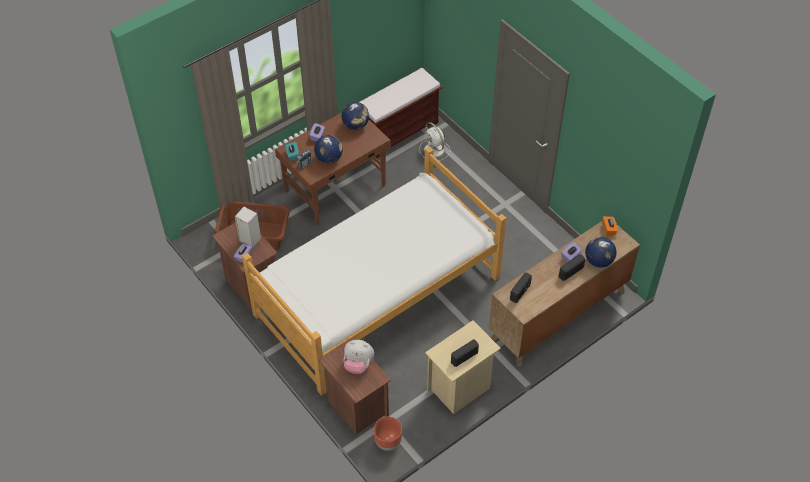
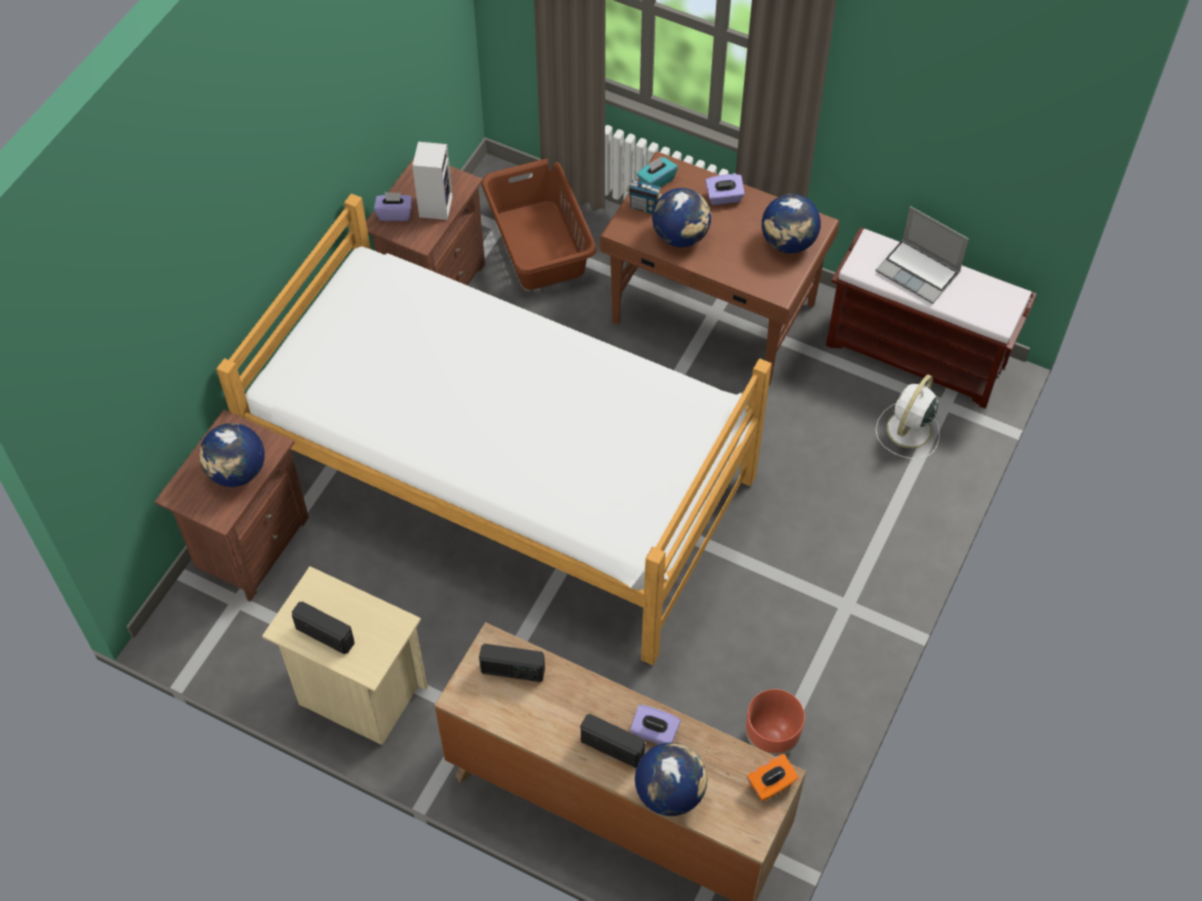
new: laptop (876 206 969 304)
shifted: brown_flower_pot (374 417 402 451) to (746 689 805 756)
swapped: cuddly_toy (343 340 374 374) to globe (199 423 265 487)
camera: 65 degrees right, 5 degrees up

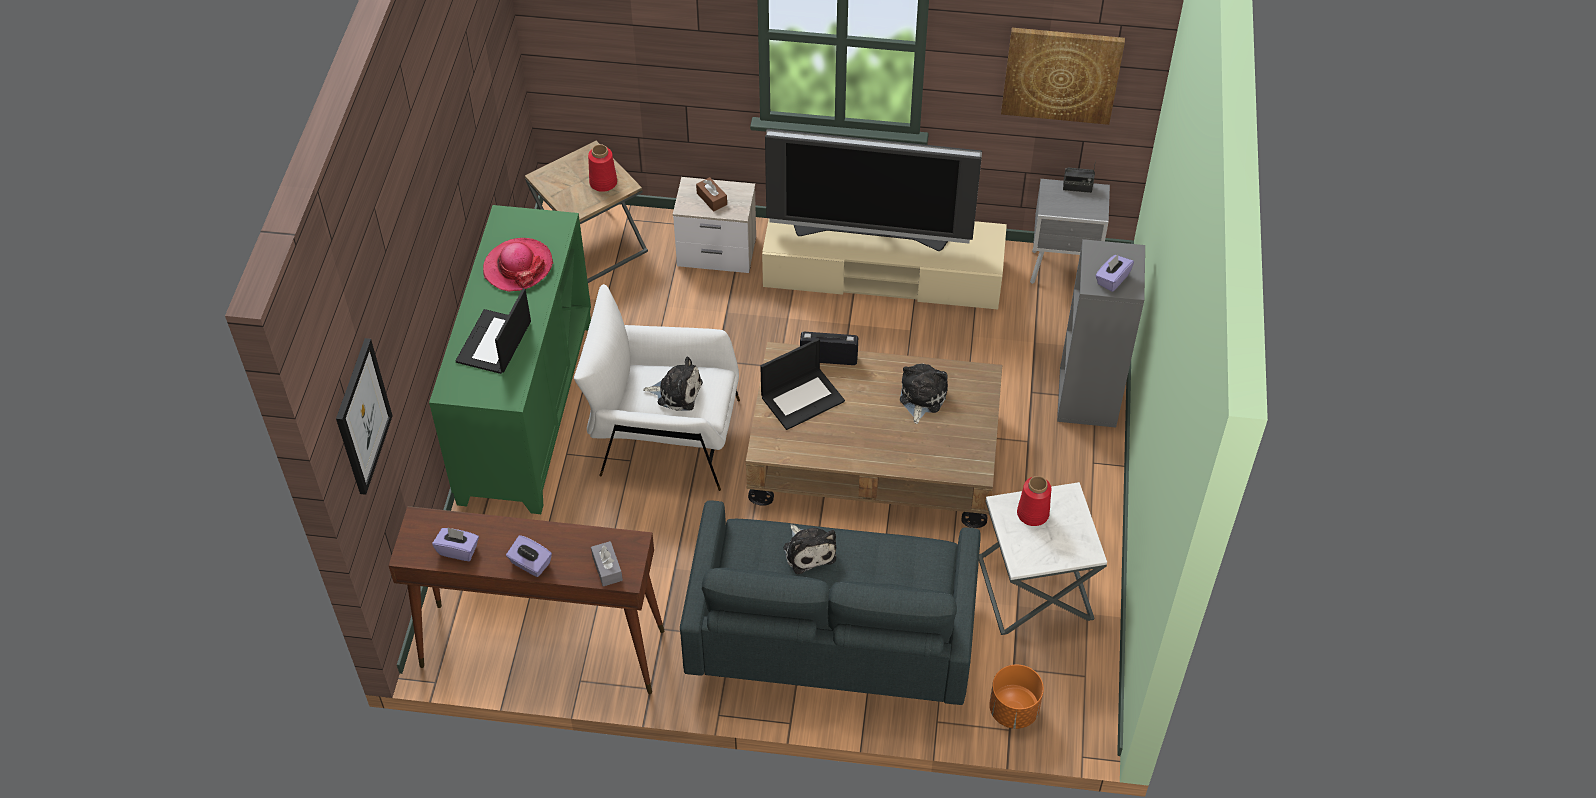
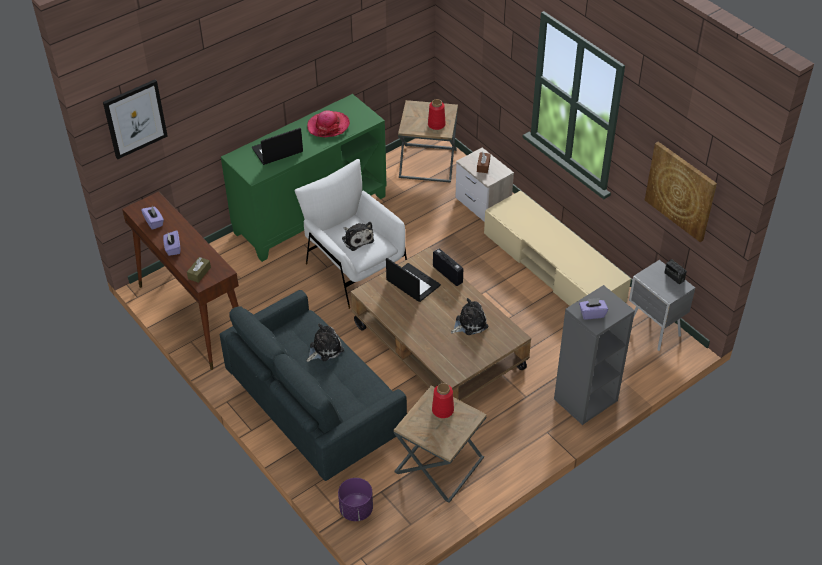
gone: TV_set (765 129 982 251)
repainted: grey_box_of_tissues (591 541 623 586) to brown_box_of_tissues (187 257 211 283); whitish_accent_table (979 482 1107 635) to brown_accent_table (394 386 487 503); orange_flower_pot (989 664 1044 729) to purple_flower_pot (338 478 373 521)
rotated: laptop (760 338 845 430) = (386 258 441 302) 150 degrees counterclockwise; cuddly_toy (783 524 837 574) = (307 323 344 362) 150 degrees counterclockwise
camera: 45 degrees right, 5 degrees down

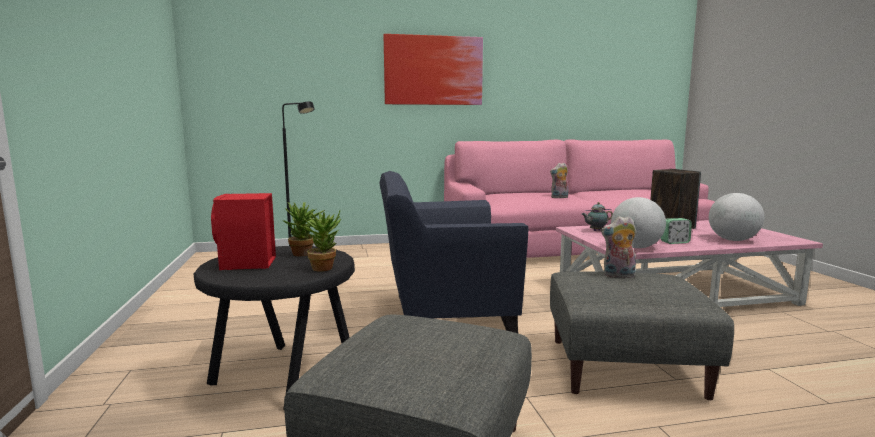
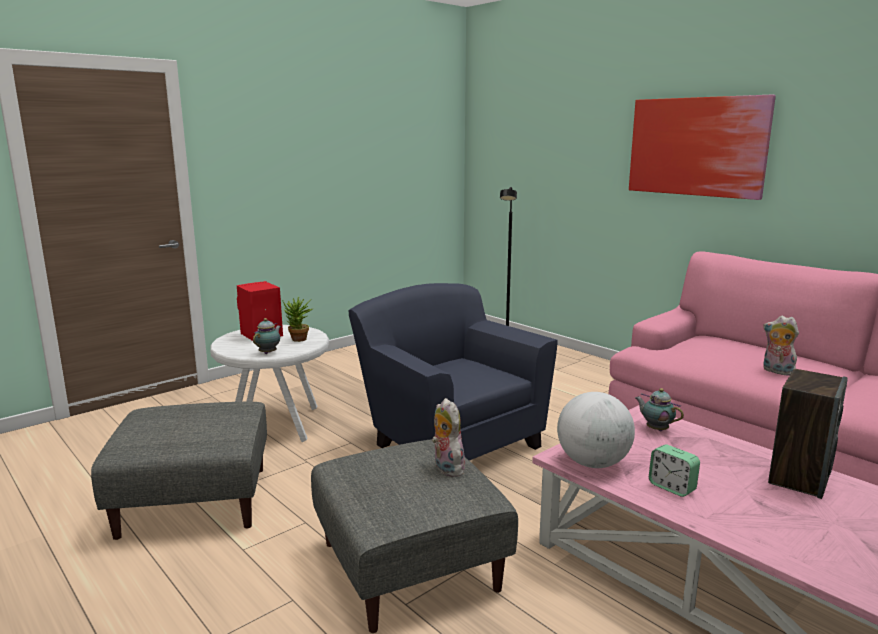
gone: globe (709 193 764 241)
swapped: potted_plant (299 210 341 272) to pot_for_tea (253 318 281 354)
repainted: blackish_accent_table (194 246 355 410) to whitish_accent_table (210 325 329 442)
camera: 60 degrees right, 5 degrees up

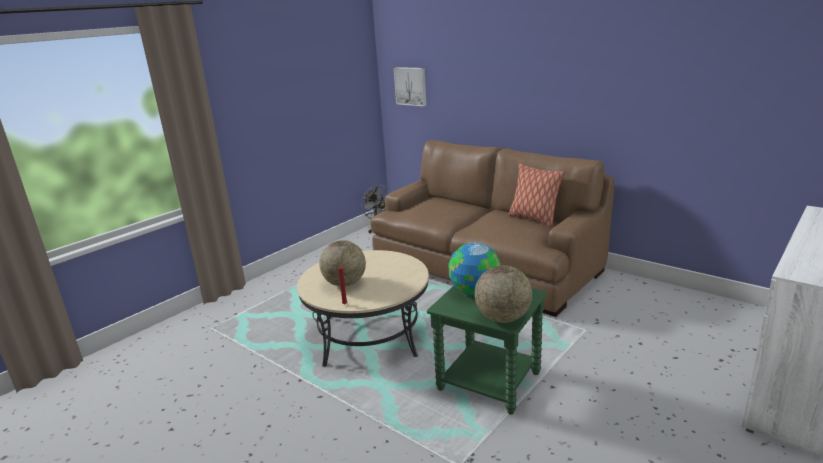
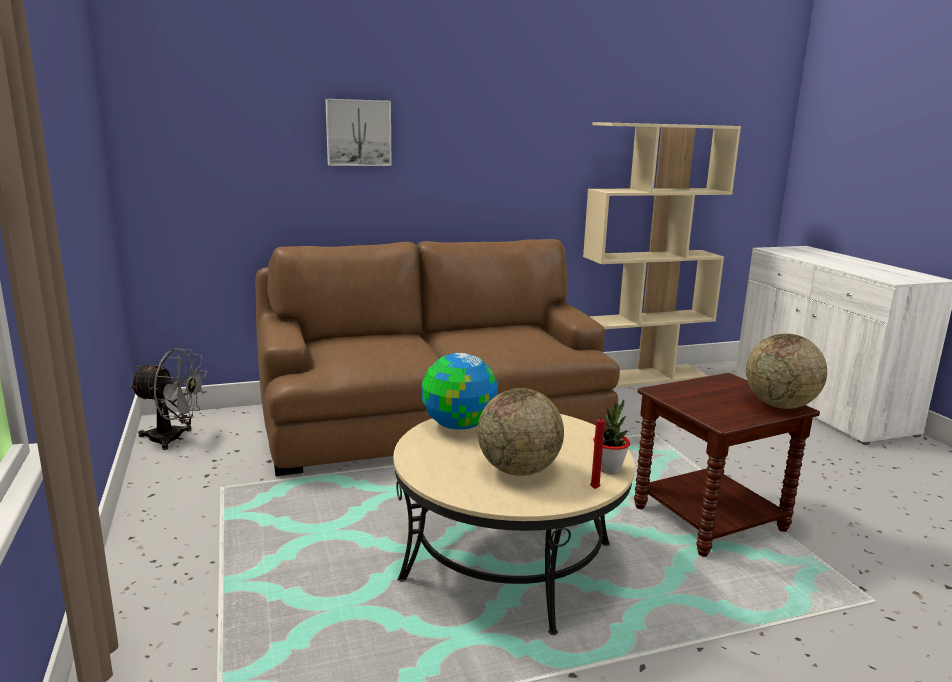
gone: throw_pillow (508 163 565 227)
new: beige-coloured_bookcase (583 122 741 387); potted_plant (593 400 630 474)
shifted: picture (394 67 427 107) to (325 99 391 166); globe (449 243 501 295) to (422 353 498 430)
repainted: green_accent_table (427 286 547 415) to brown_accent_table (634 373 820 557)
camera: 60 degrees left, 5 degrees down

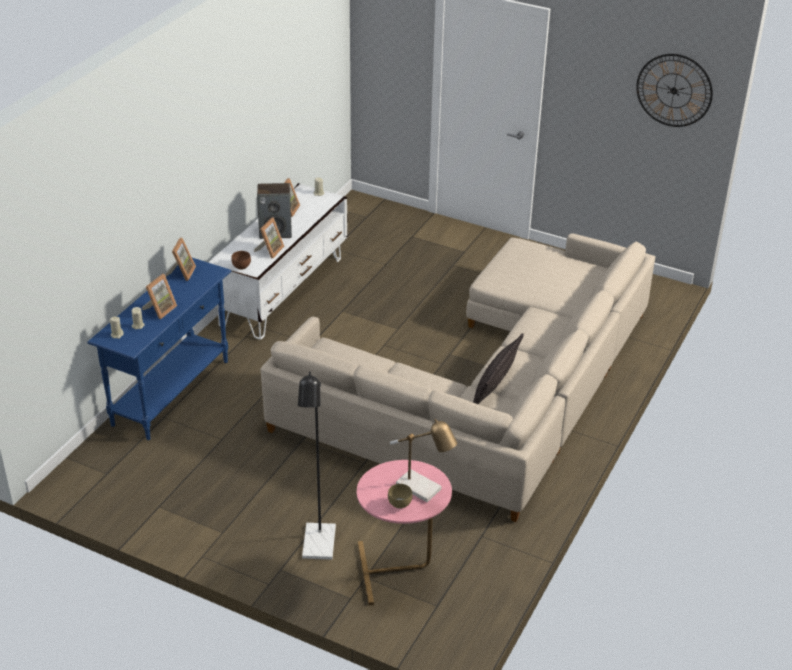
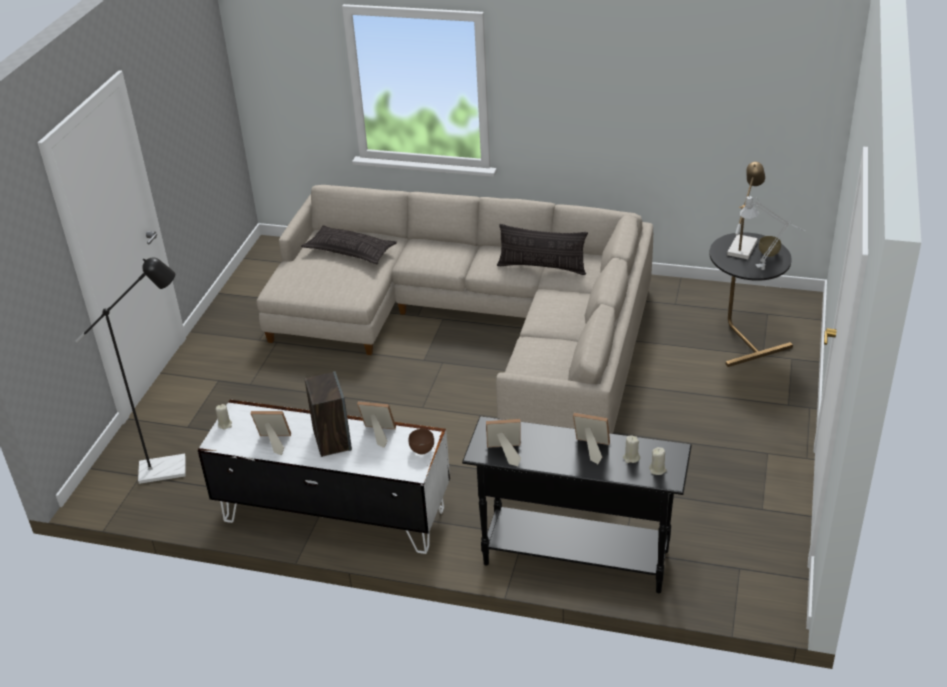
gone: wall_clock (636 54 713 127)
new: throw_pillow (301 225 397 264); grey_lamp_for_a_table (740 196 805 270)
shifted: blackish_standing_lamp (298 372 336 560) to (75 258 186 484)
repainted: bluish_narrow_table (87 258 231 440) to blackish_narrow_table (462 416 692 593); pink-coloured_accent_table (357 460 452 605) to blackish_accent_table (709 232 793 367)
camera: 100 degrees left, 0 degrees up

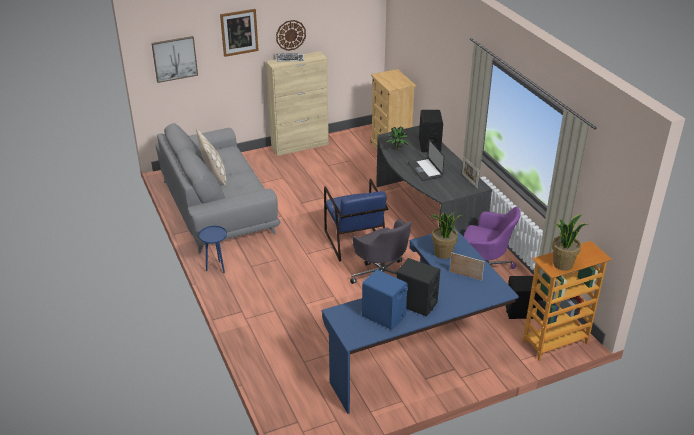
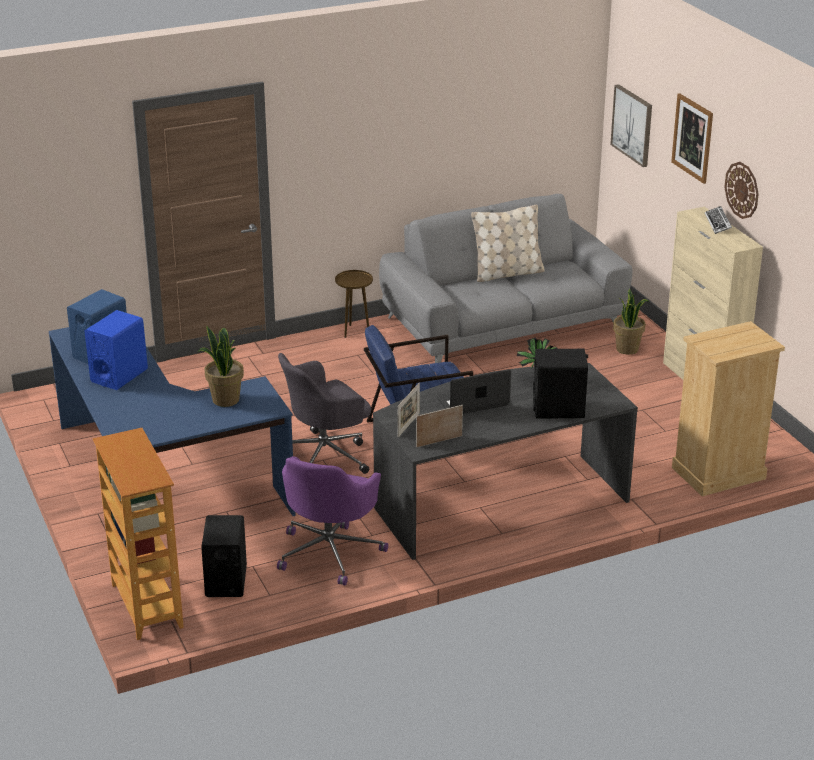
shifted: picture_frame (450 252 484 281) to (398 383 420 437); potted_plant (552 214 588 271) to (613 289 650 355)
repainted: bluish_accent_table (199 226 227 273) to brown_accent_table (335 270 373 338); blackish_speaker (395 258 440 316) to bluish_speaker (84 310 148 390)
camera: 90 degrees right, 5 degrees down

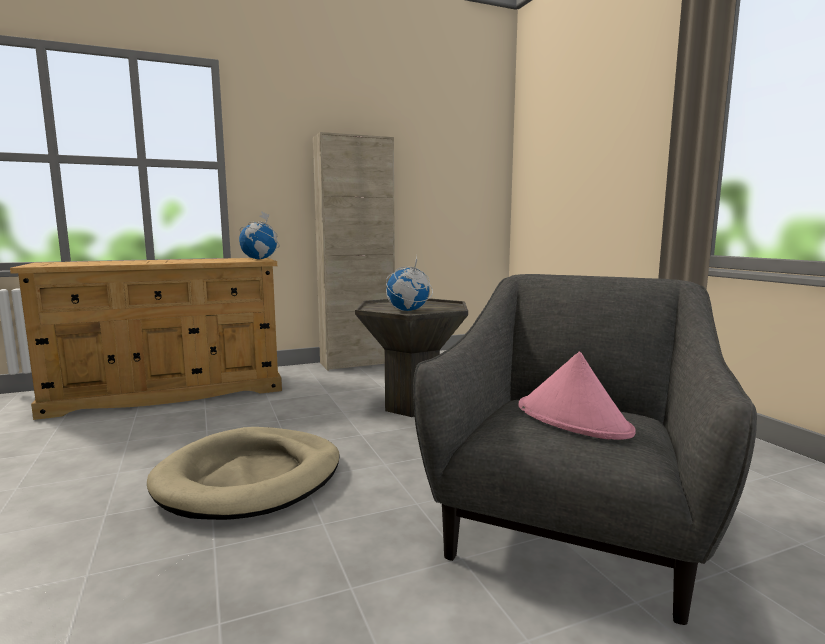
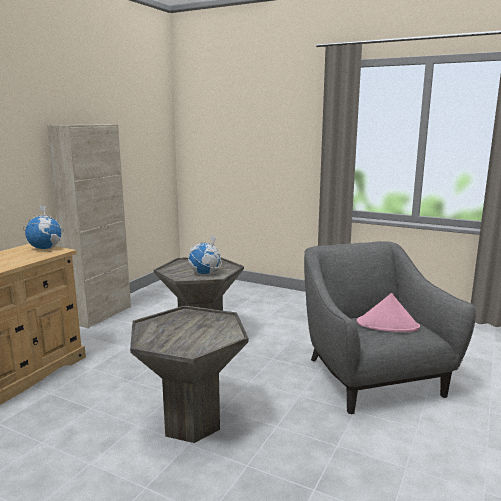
swapped: beige-coloured_dog_bed (147 427 340 520) to grey_accent_table (130 306 248 443)
camera: 40 degrees left, 5 degrees up

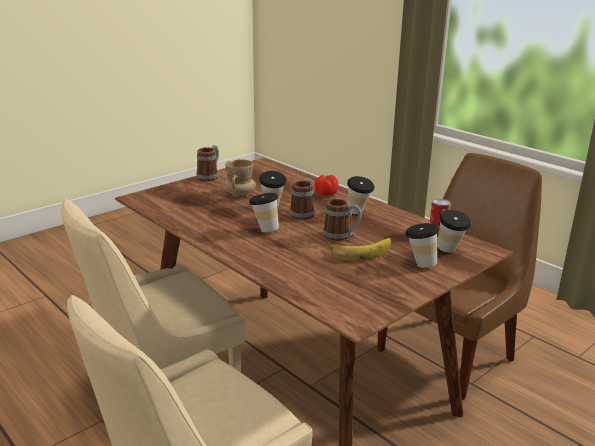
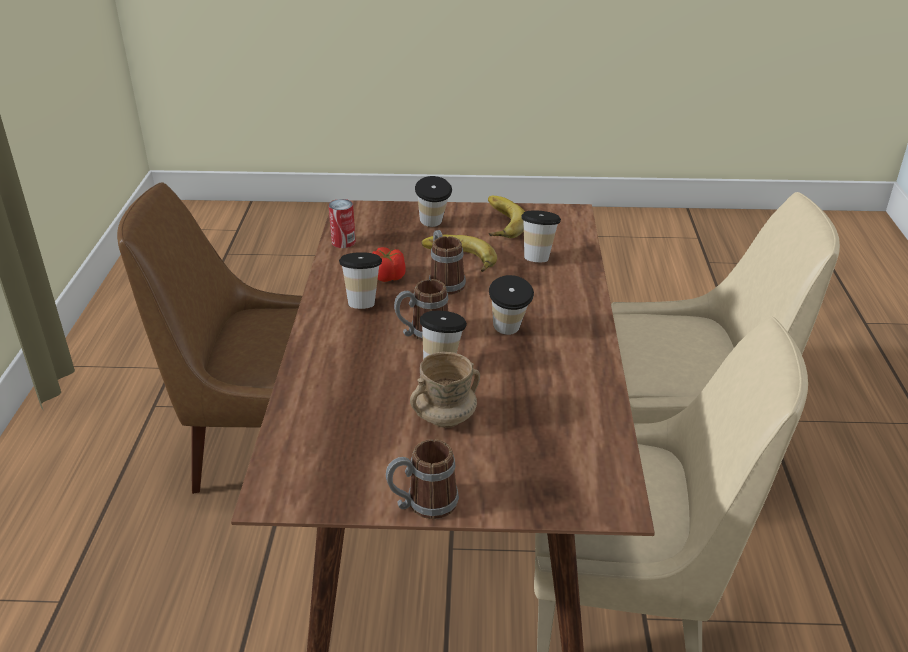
new: whole_banana (488 196 525 238)
shifted: tomato (315 175 339 196) to (372 247 406 282); drinking_cup (437 210 471 253) to (521 210 561 262)
camera: 135 degrees left, 10 degrees up

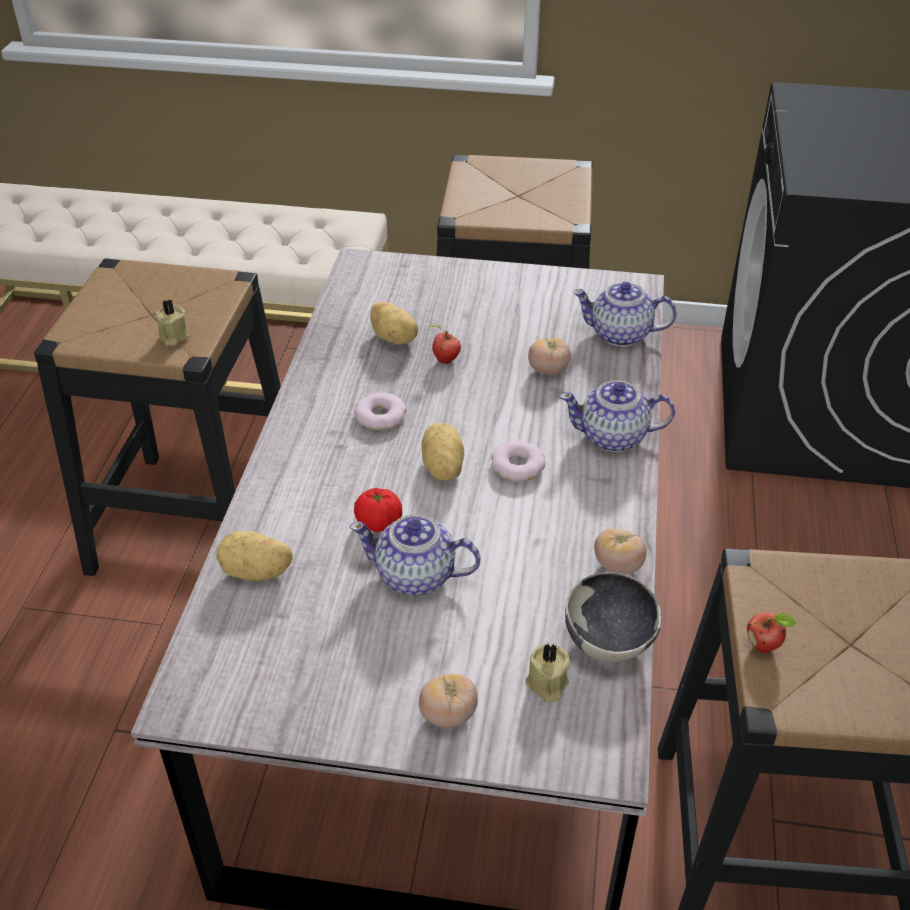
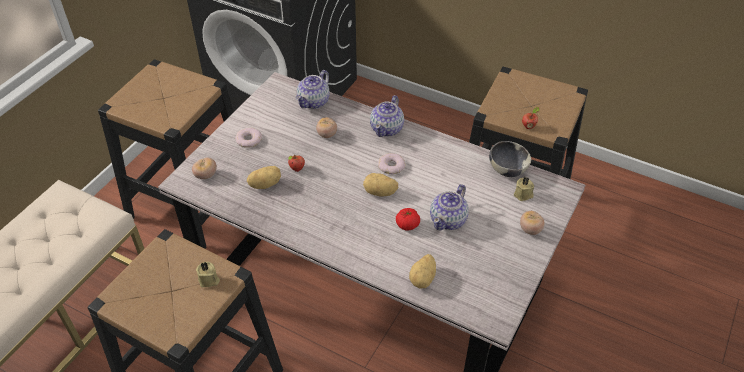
shifted: donut (354 393 407 430) to (235 128 262 148); tomato (594 528 646 574) to (192 158 217 179)
camera: 70 degrees left, 5 degrees up

